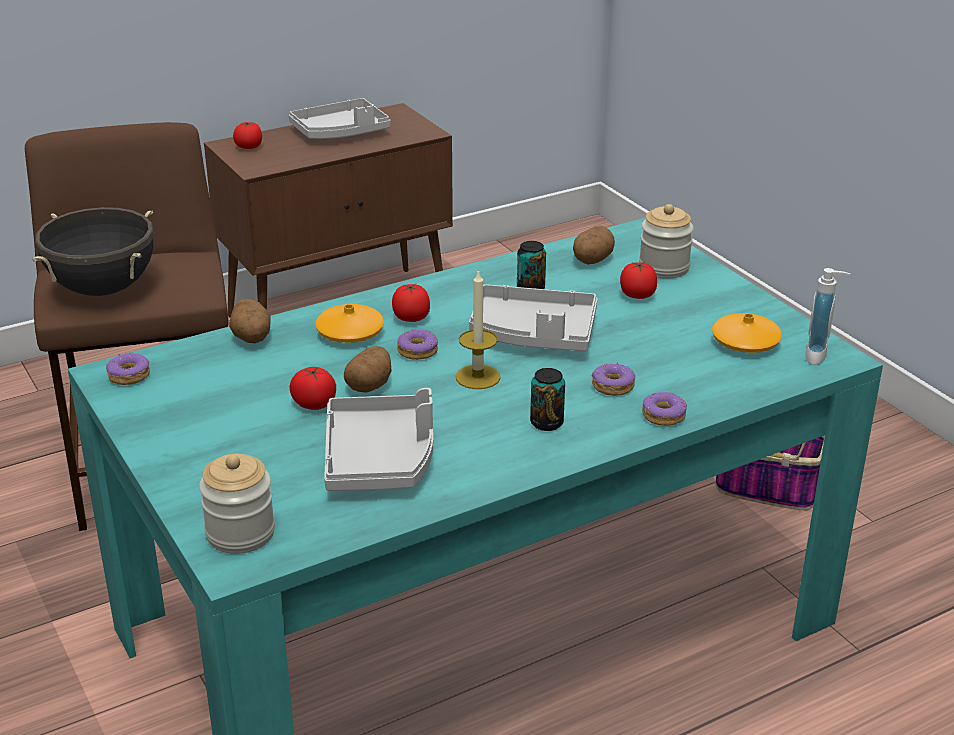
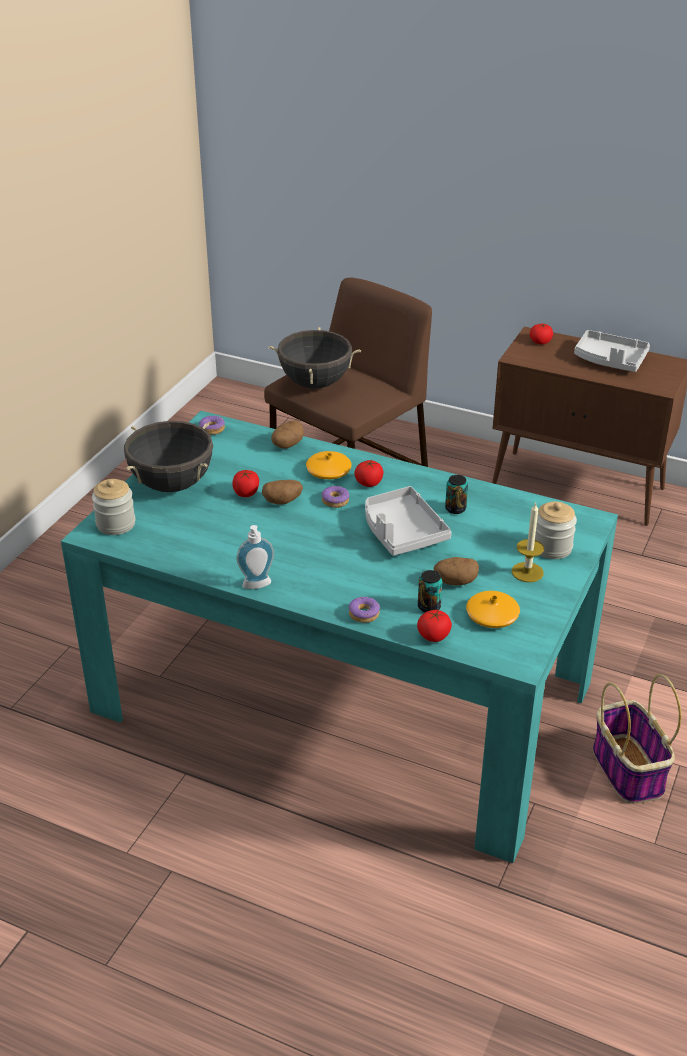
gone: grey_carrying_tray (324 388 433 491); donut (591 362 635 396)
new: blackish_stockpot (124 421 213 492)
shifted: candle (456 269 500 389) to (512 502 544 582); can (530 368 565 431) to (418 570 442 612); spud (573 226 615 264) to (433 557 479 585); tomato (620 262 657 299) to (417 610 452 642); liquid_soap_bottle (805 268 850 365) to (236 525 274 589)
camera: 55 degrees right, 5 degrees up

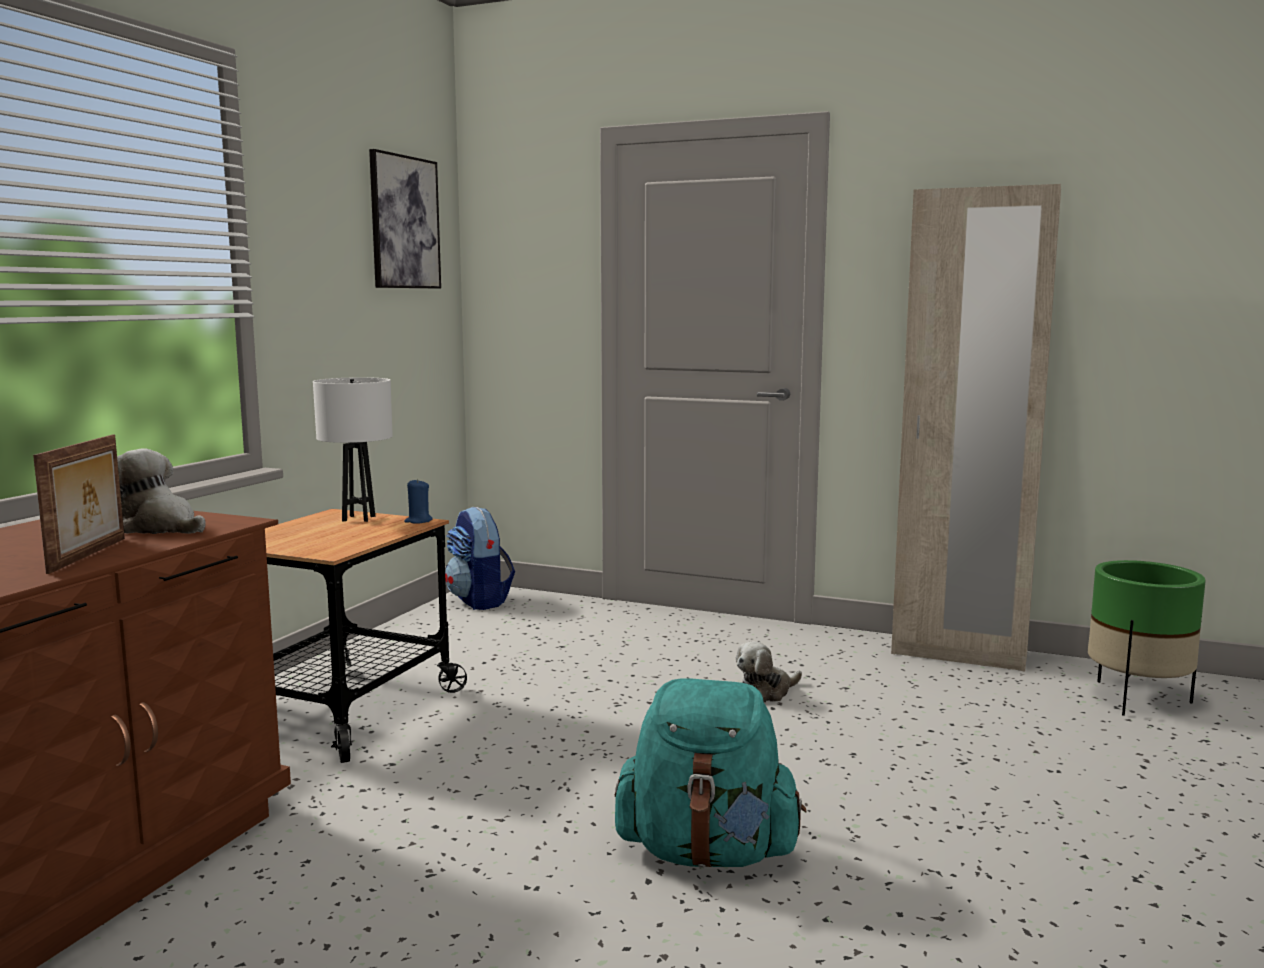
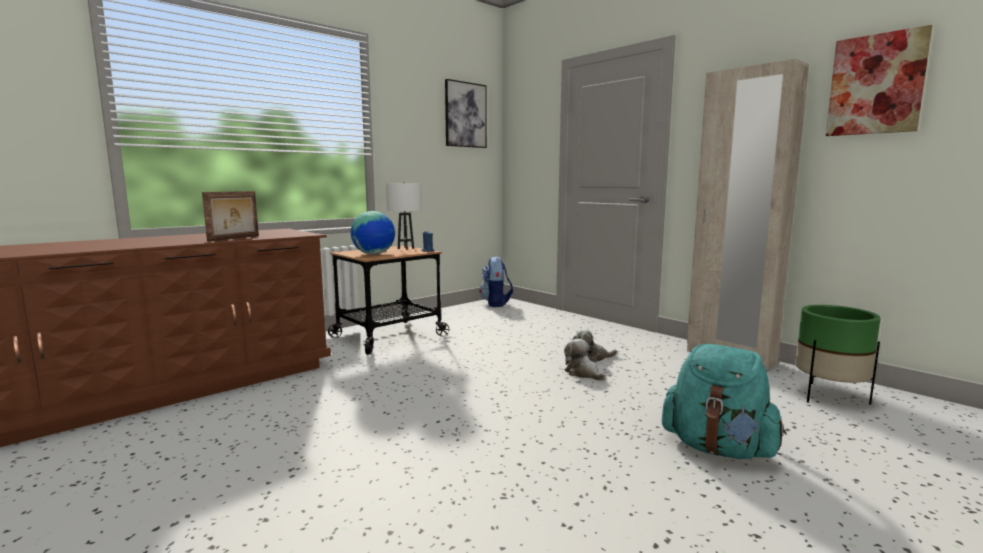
new: globe (351 211 395 255); picture (826 25 932 136)
shifted: cuddly_toy (117 449 206 534) to (564 339 606 381); blue-green_backpack (615 679 806 868) to (662 344 787 459)
camera: 25 degrees right, 0 degrees up

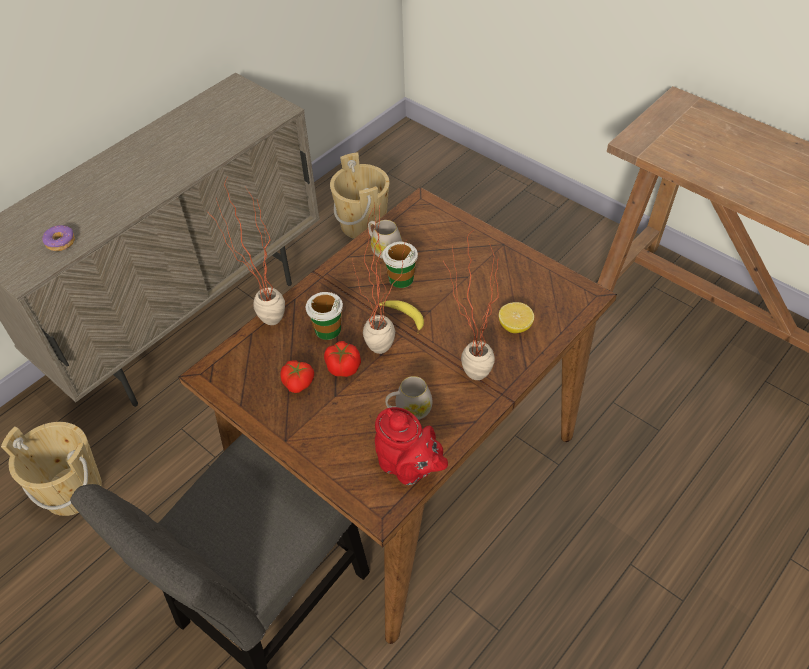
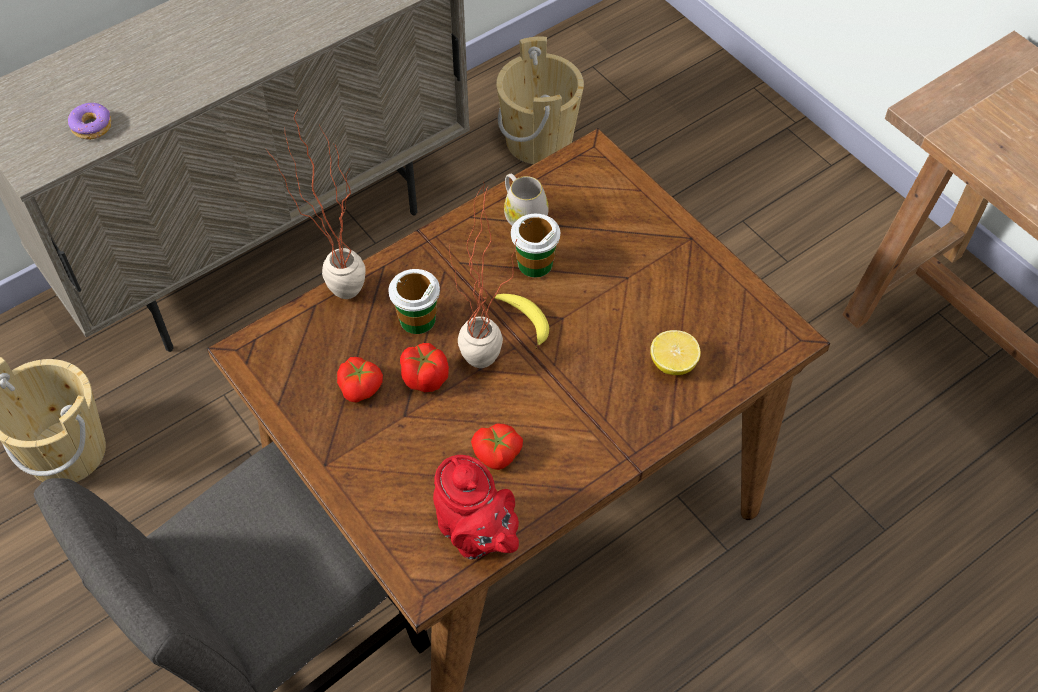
gone: potted_plant (443 230 499 380)
swapped: whitish_tea_mug (385 376 432 420) to tomato (471 423 523 470)
camera: 10 degrees right, 5 degrees up

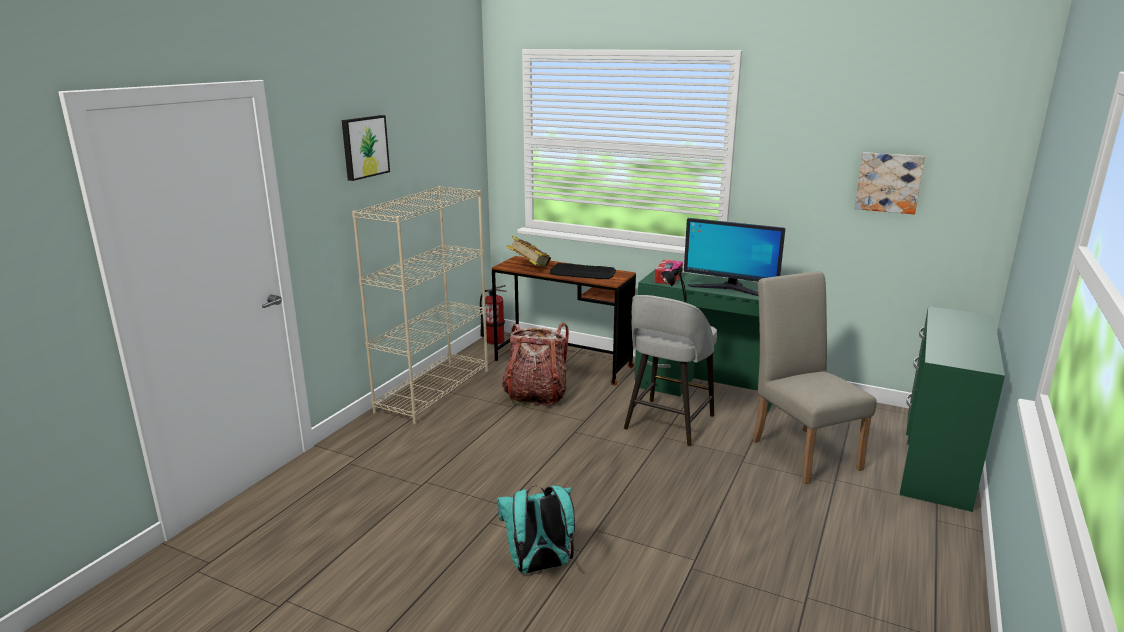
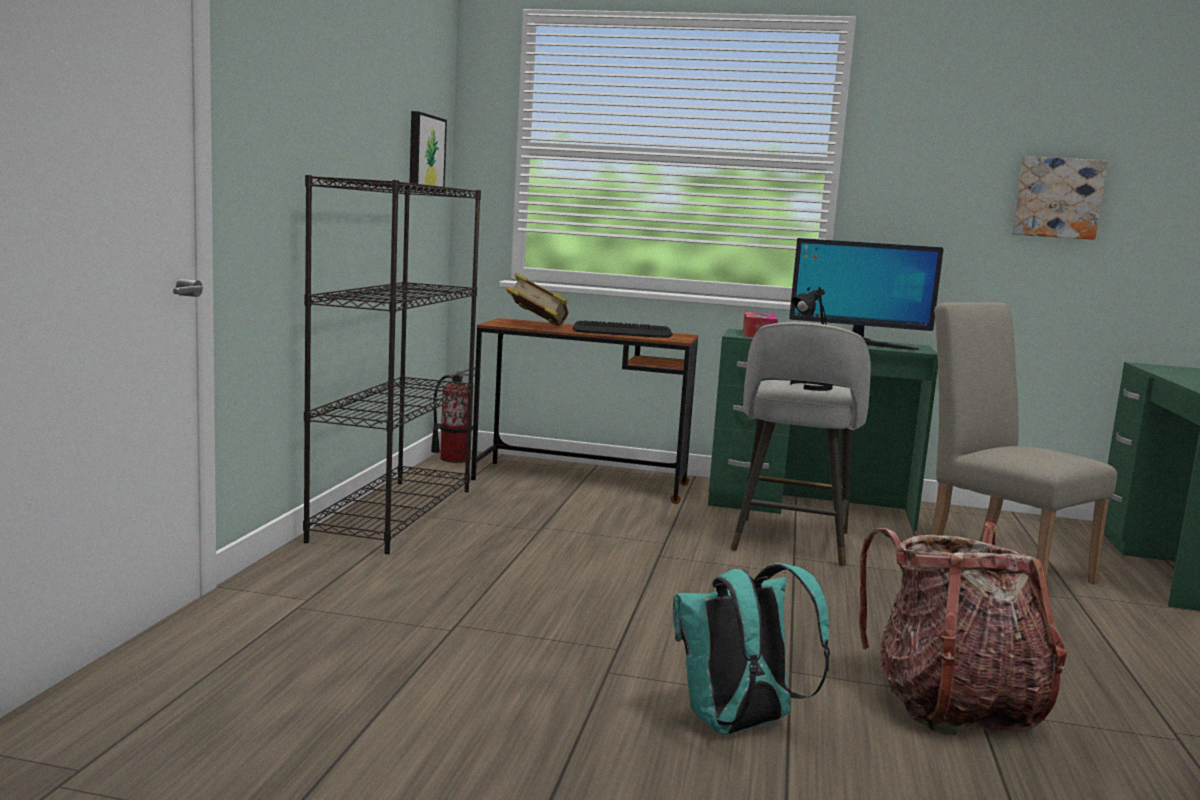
shifted: picture (342 115 390 181) to (410 111 447 193); backpack (502 323 569 406) to (859 521 1067 735)
repainted: beige-coloured_bookcase (352 186 488 424) to blackish_bookcase (303 175 481 554)
camera: 15 degrees left, 10 degrees down

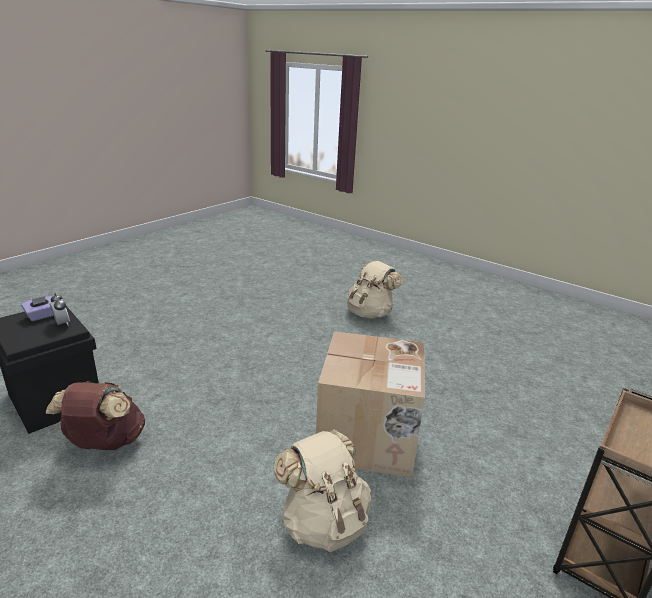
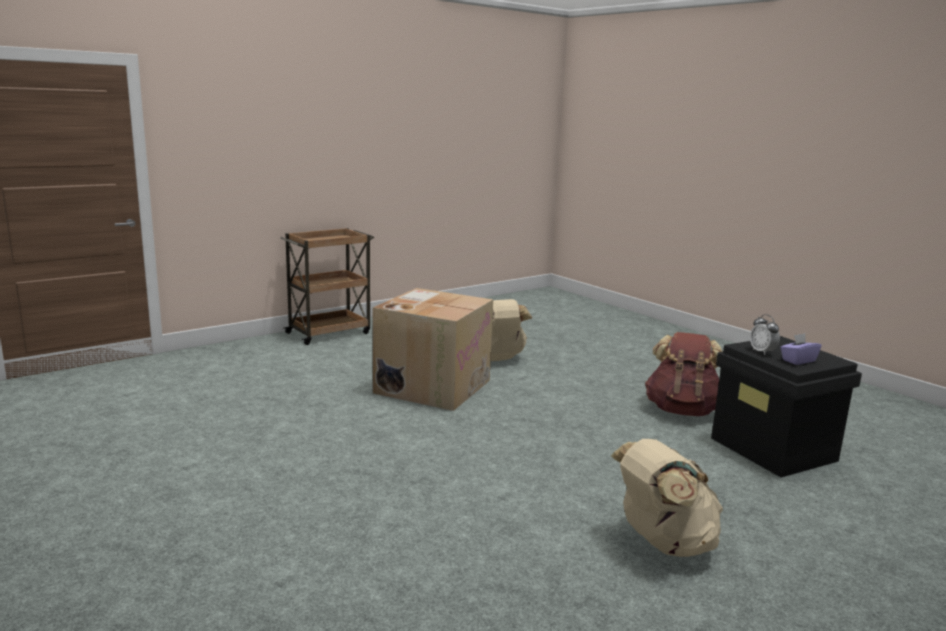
shifted: beige-coloured_backpack (347 261 403 319) to (611 439 723 557)
camera: 165 degrees left, 10 degrees down

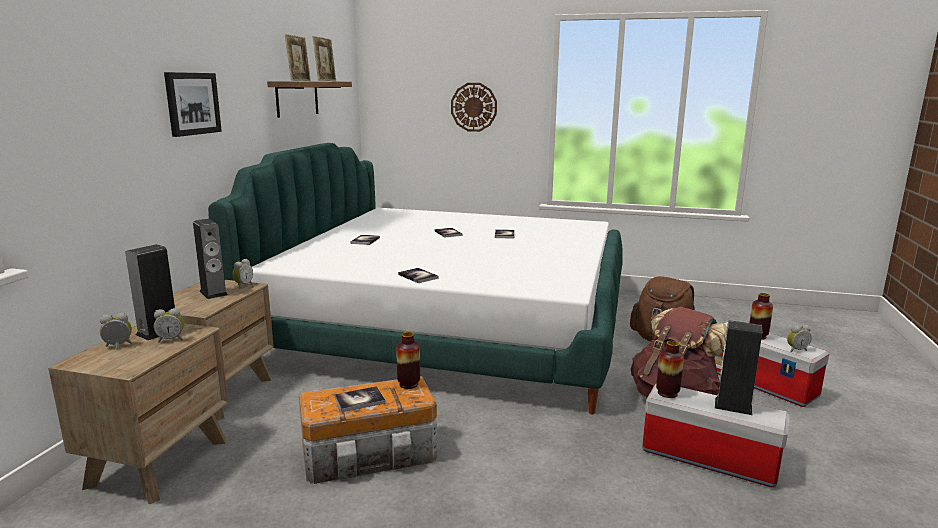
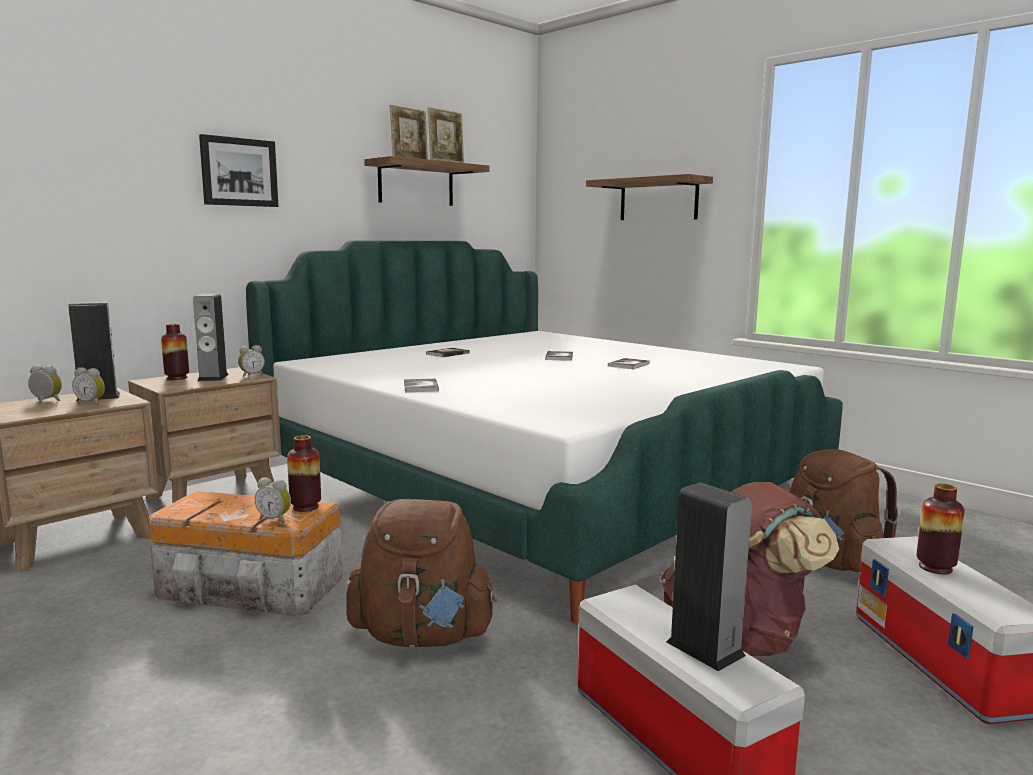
gone: volume (335 386 385 412)
new: brown_backpack (346 499 497 648)
shifted: flower_vase (656 341 684 398) to (161 324 189 380); alarm_clock (787 325 811 352) to (255 478 291 523)
swapped: wall_clock (451 83 497 132) to shelf (586 174 713 220)
camera: 30 degrees right, 5 degrees down

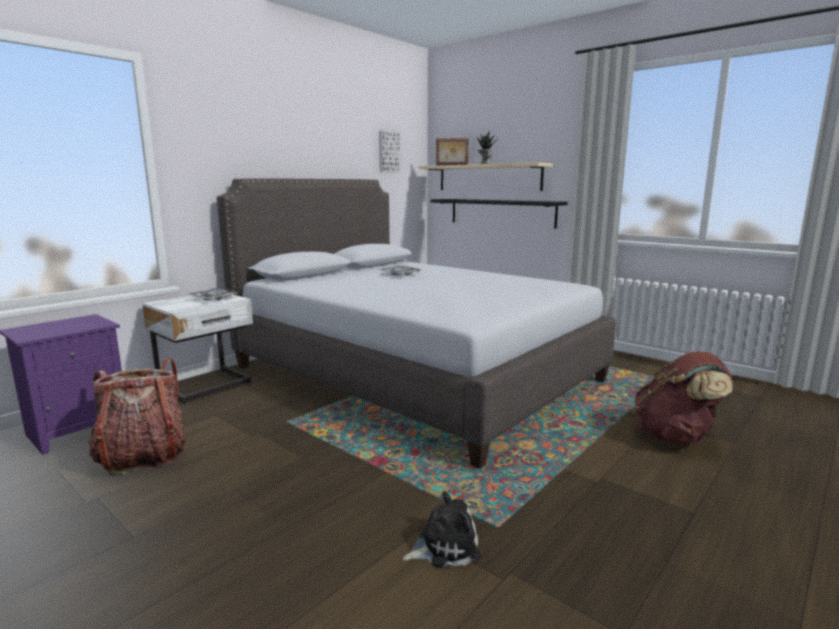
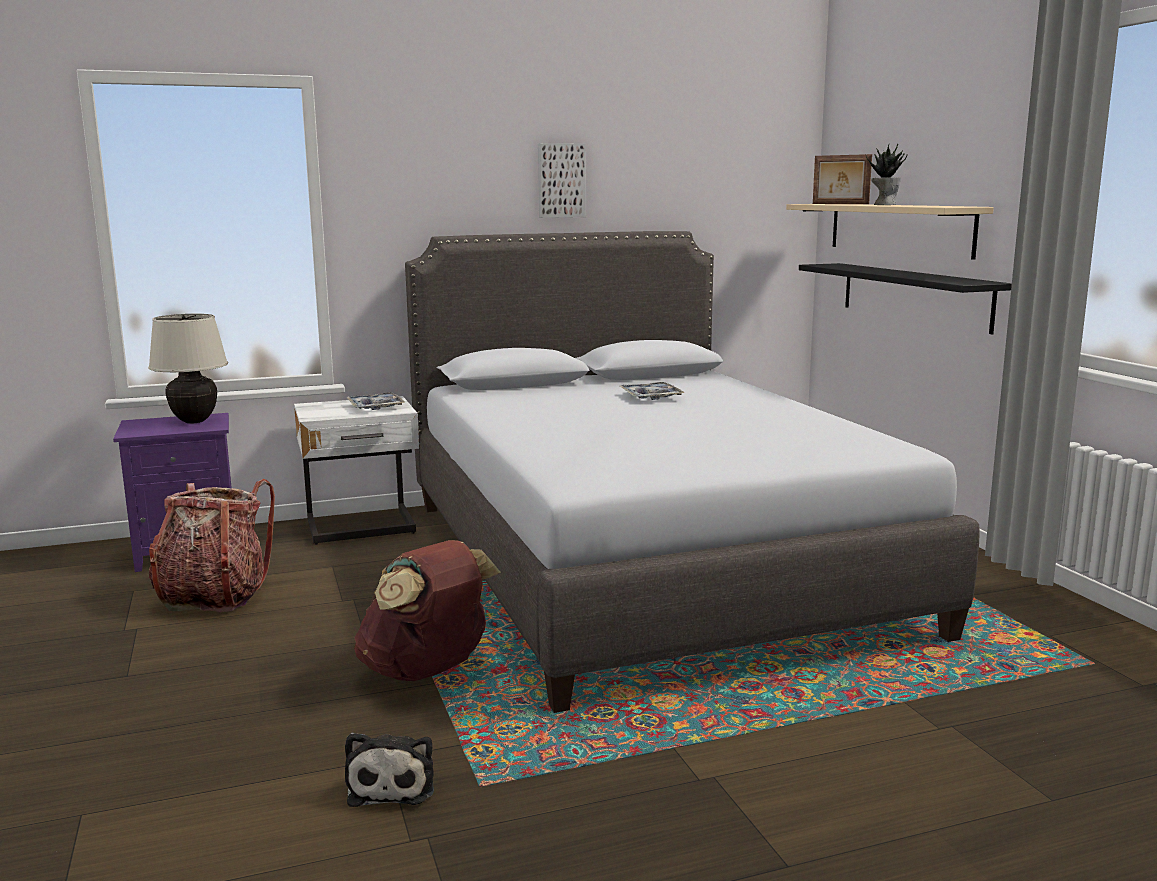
new: beige-coloured_lamp_for_a_table (148 314 228 424)
shifted: picture (379 130 400 173) to (538 143 586 218); brown_backpack (634 351 733 445) to (354 540 501 681)
rotated: cuddly_toy (403 491 481 568) = (345 733 434 807) 75 degrees clockwise
camera: 30 degrees right, 0 degrees up

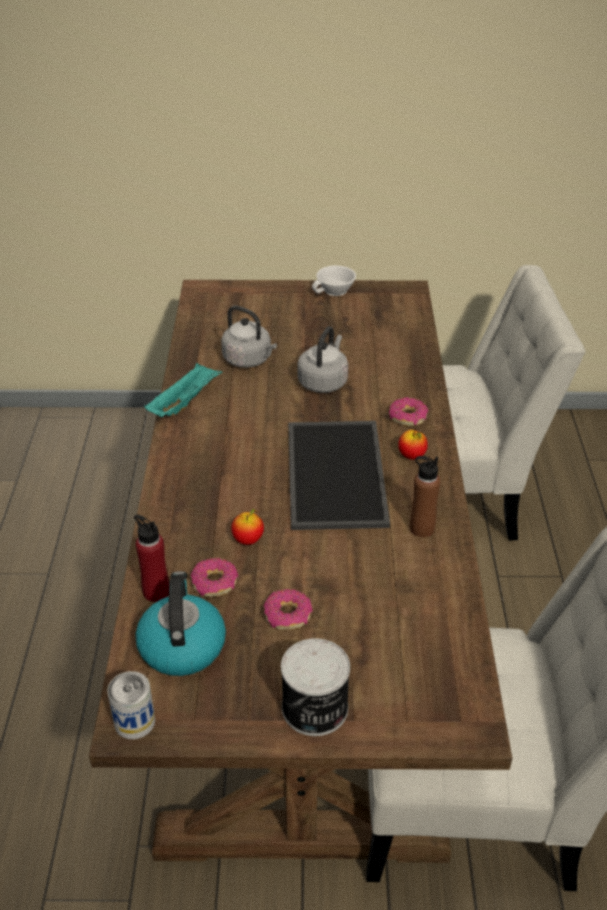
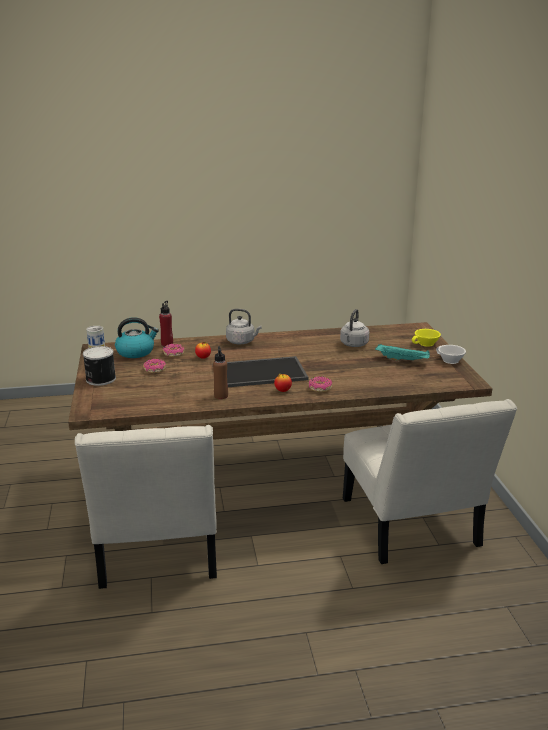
new: yellow-coloured_drinking_cup (412 329 441 347)
shifted: blue-green_carrying_tray (144 363 222 417) to (375 344 430 362); grey_kettle (297 326 348 393) to (226 309 262 344)
camera: 80 degrees right, 15 degrees down

